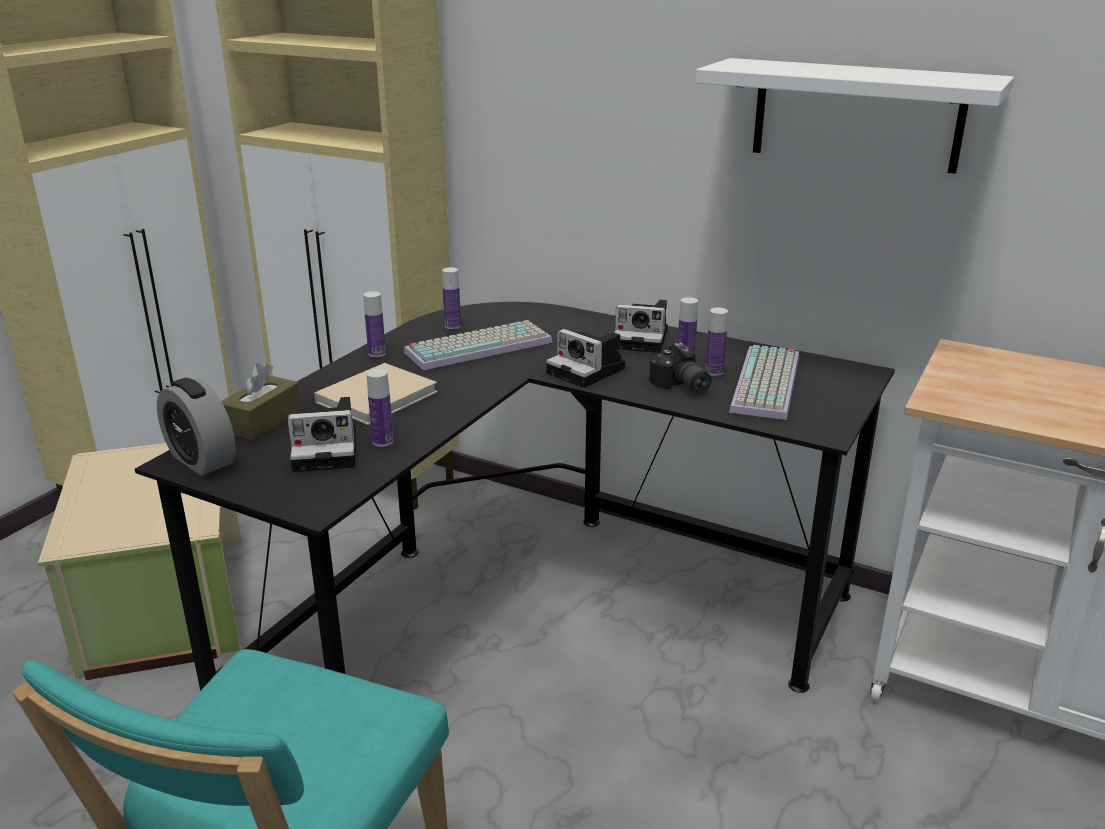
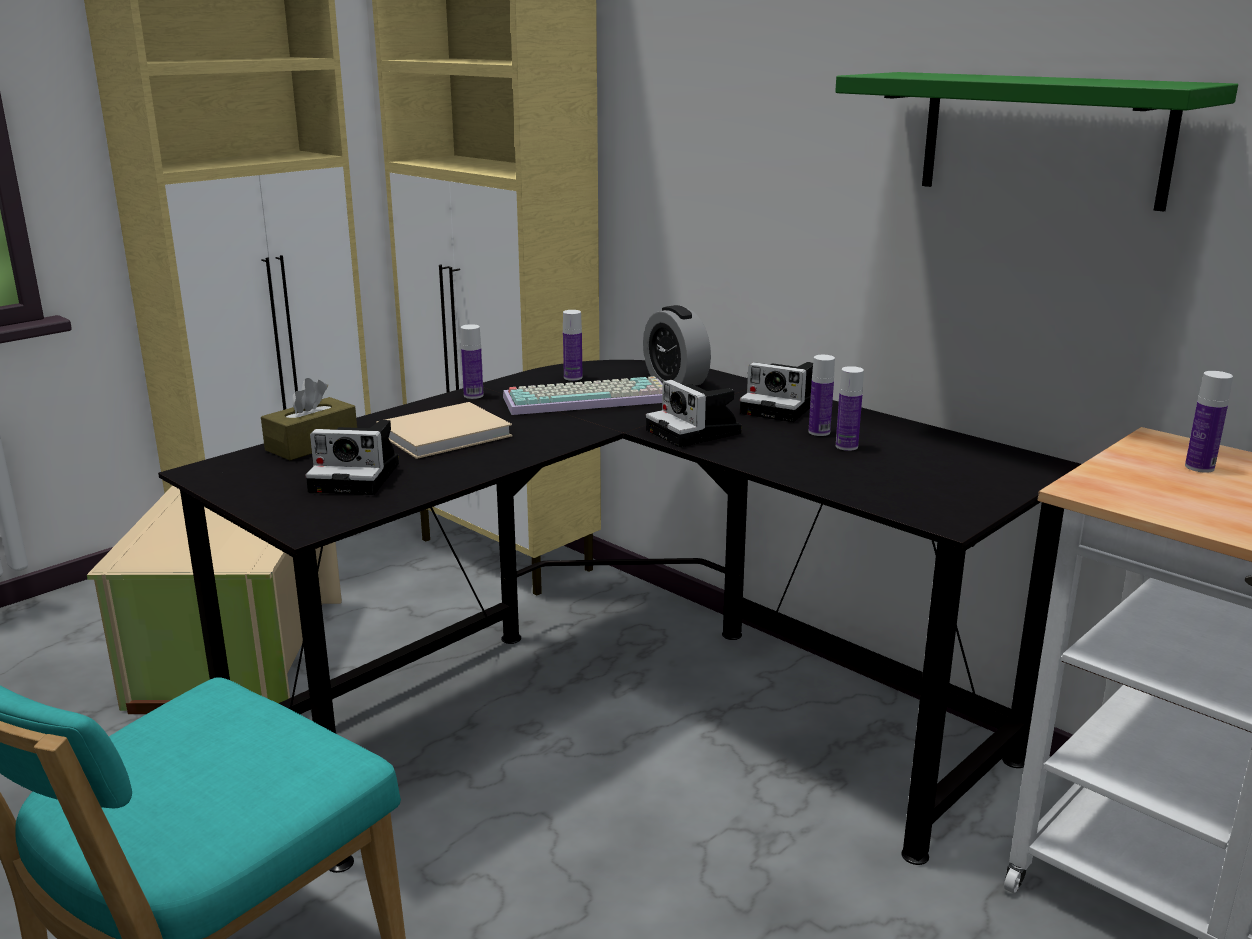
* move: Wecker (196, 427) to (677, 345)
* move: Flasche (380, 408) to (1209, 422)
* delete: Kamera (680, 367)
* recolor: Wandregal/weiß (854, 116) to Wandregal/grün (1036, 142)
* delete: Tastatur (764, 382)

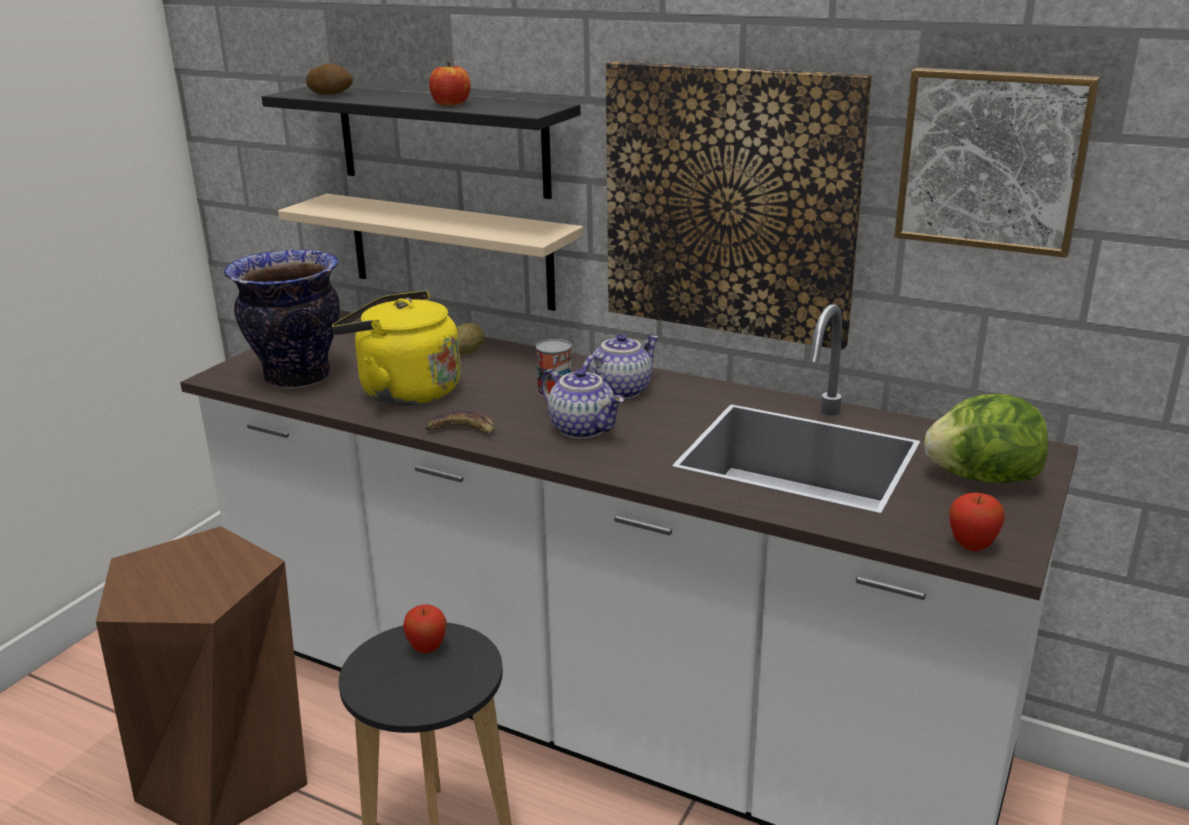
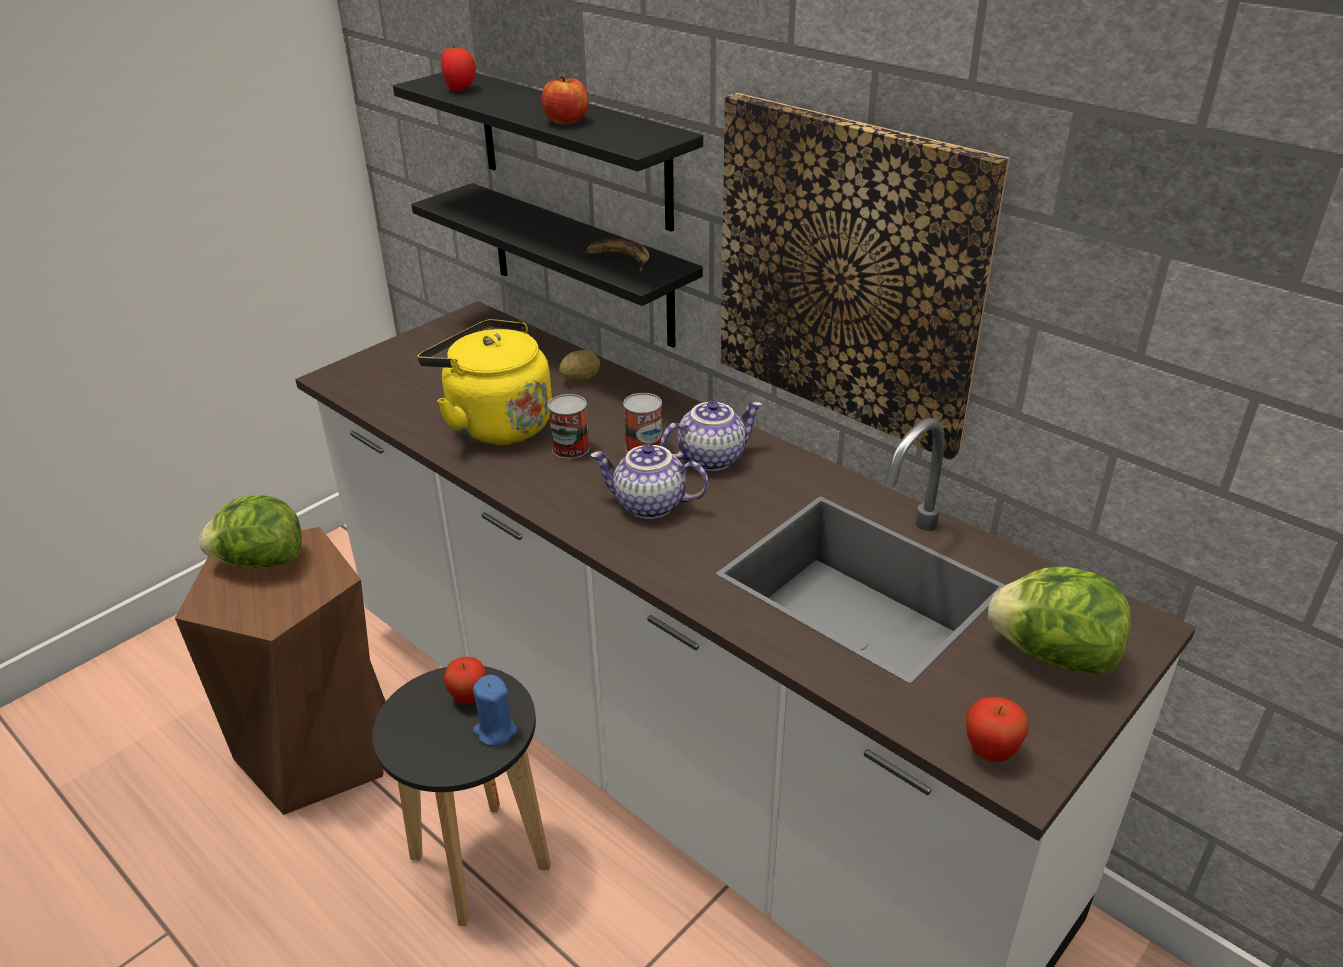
* delete: Vase (282, 319)
* recolor: Wandregal/beige (430, 252) to Wandregal/schwarz (557, 265)
* replace: Kartoffel (329, 79) to Tomate (458, 68)
* move: Banane (459, 426) to (617, 254)
* rotate: Teekanne (582, 403) = (649, 481) 135 degrees clockwise
* delete: Bild (997, 162)
* insert: Salatkopf (250, 531)
* insert: Kerze/blau (495, 710)
* insert: Dose (569, 426)

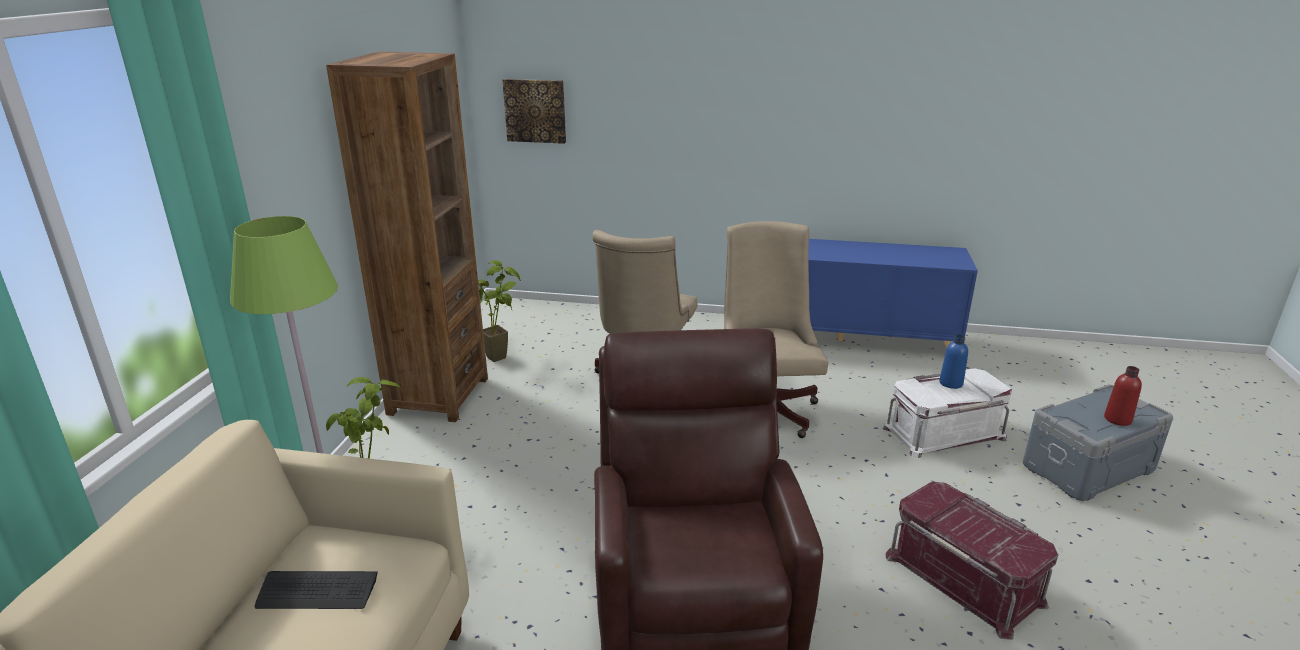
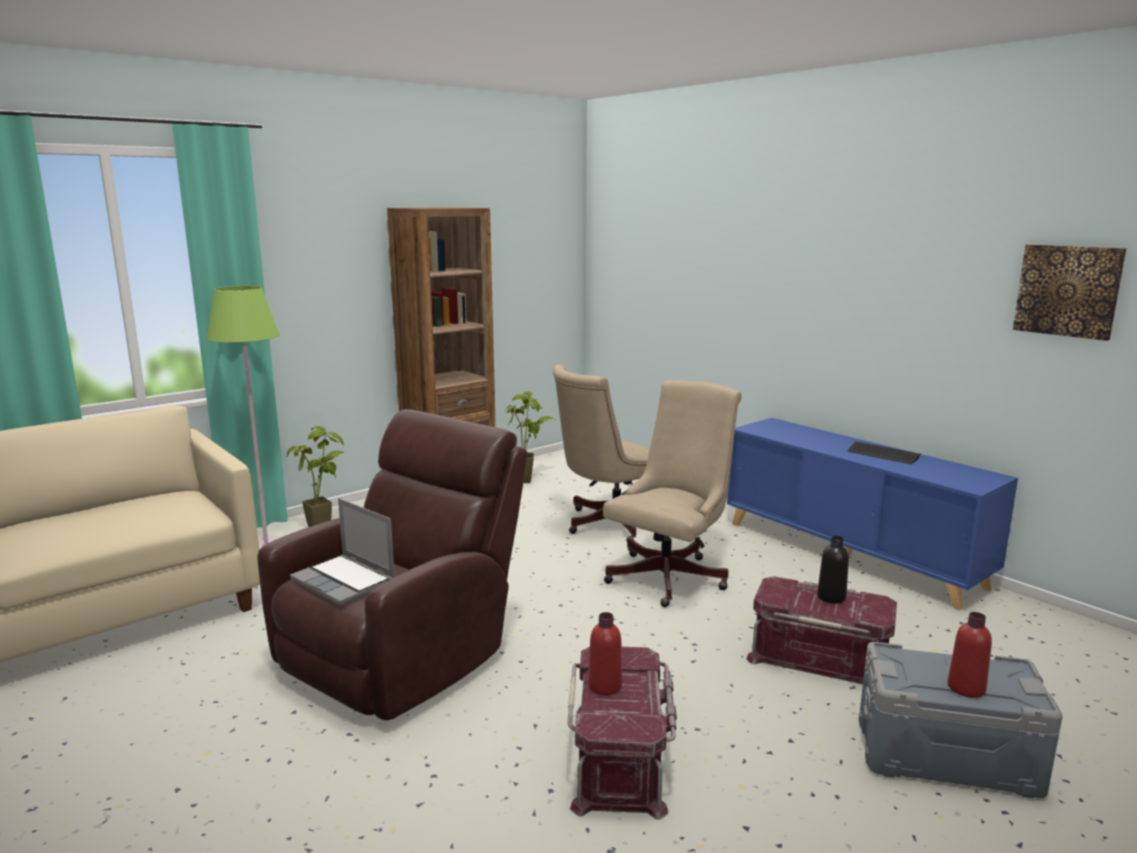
* move: Tastatur (316, 590) to (884, 452)
* move: Bild (534, 111) to (1069, 292)
* recolor: Aufbewahrungsbox/weiß (947, 413) to Aufbewahrungsbox/rot (821, 630)
* recolor: Flasche/blau (954, 361) to Flasche/schwarz (833, 569)
* insert: Laptop (342, 551)
* insert: Flasche/rot (605, 653)

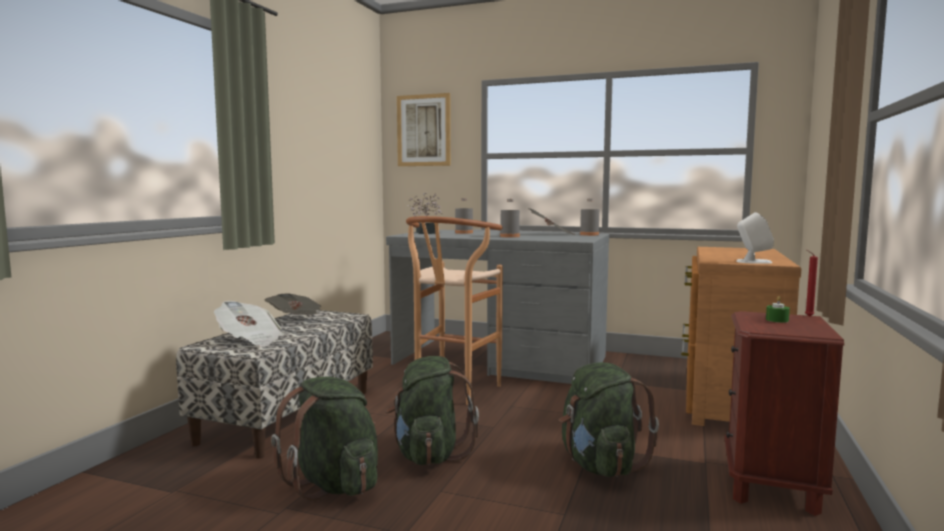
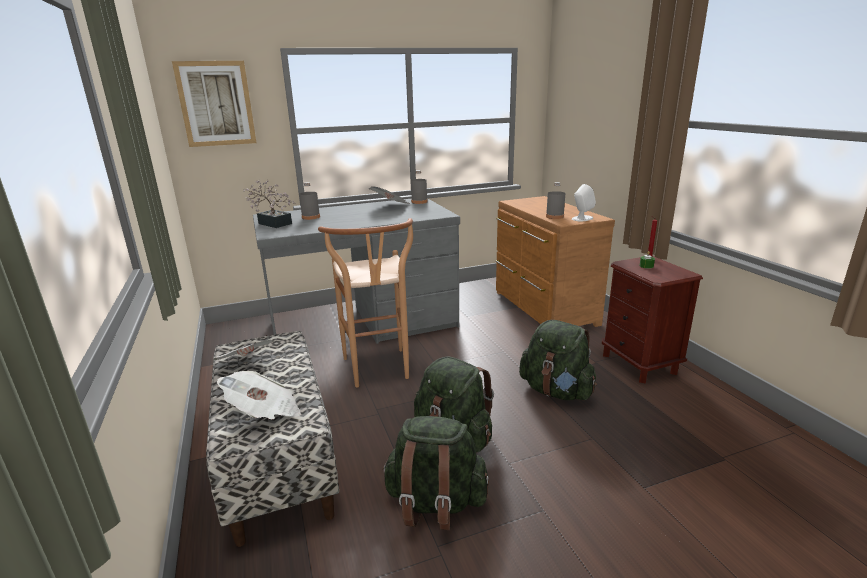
* move: Flasche/grau (510, 218) to (555, 200)

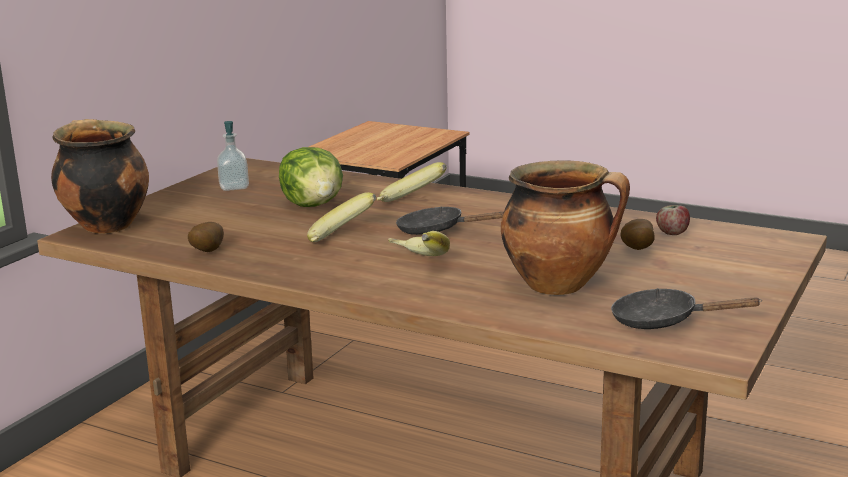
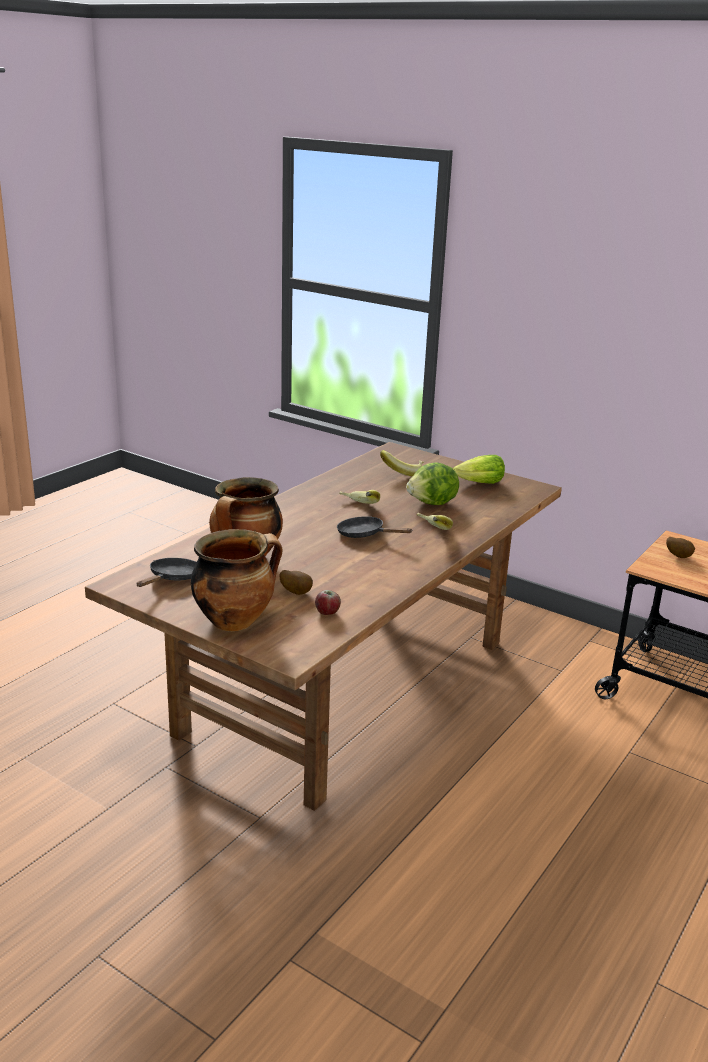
* move: Kochtopf (100, 176) to (236, 580)
* move: Kartoffel (206, 237) to (680, 547)
* replace: Seifenspender (233, 156) to Salatkopf (479, 469)
* move: Banane (419, 243) to (402, 463)
* rotate: Pfanne/schwarz (450, 220) = (375, 527) 90 degrees counterclockwise

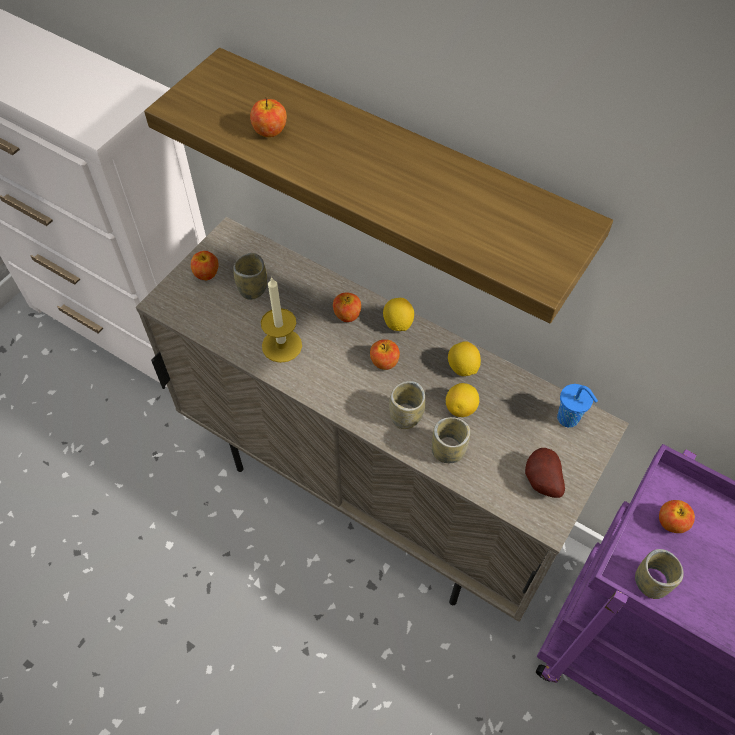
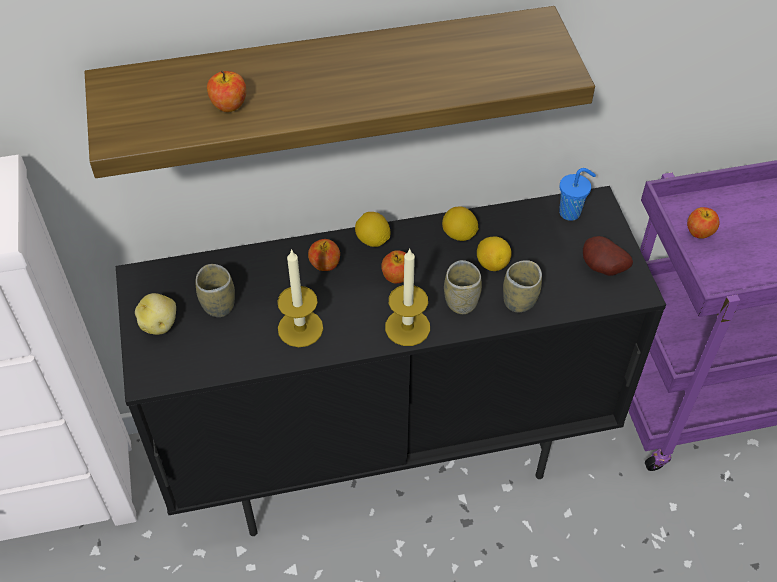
* recolor: Schrank/beige (382, 419) to Schrank/schwarz (391, 361)
* replace: Apfel (205, 265) to Kartoffel (155, 314)
* delete: Tasse (659, 574)
* insert: Kerze (407, 297)

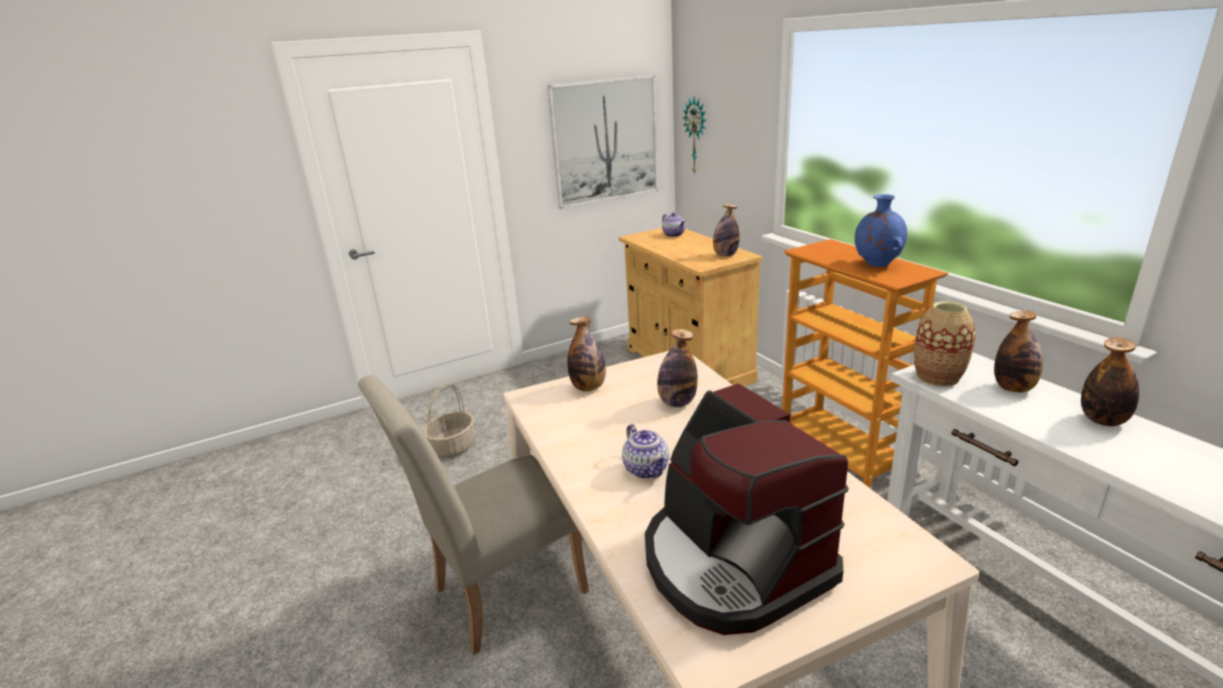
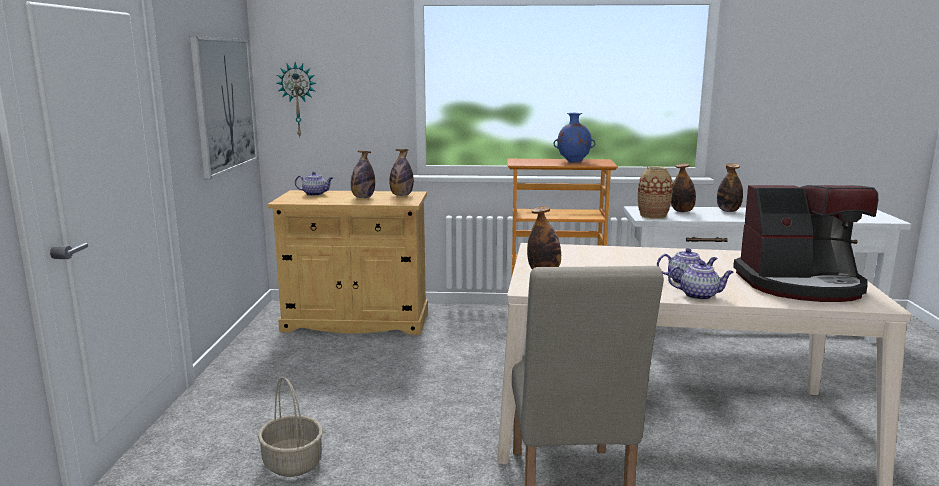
* move: Flasche (677, 368) to (363, 174)
* insert: Teekanne (701, 280)

